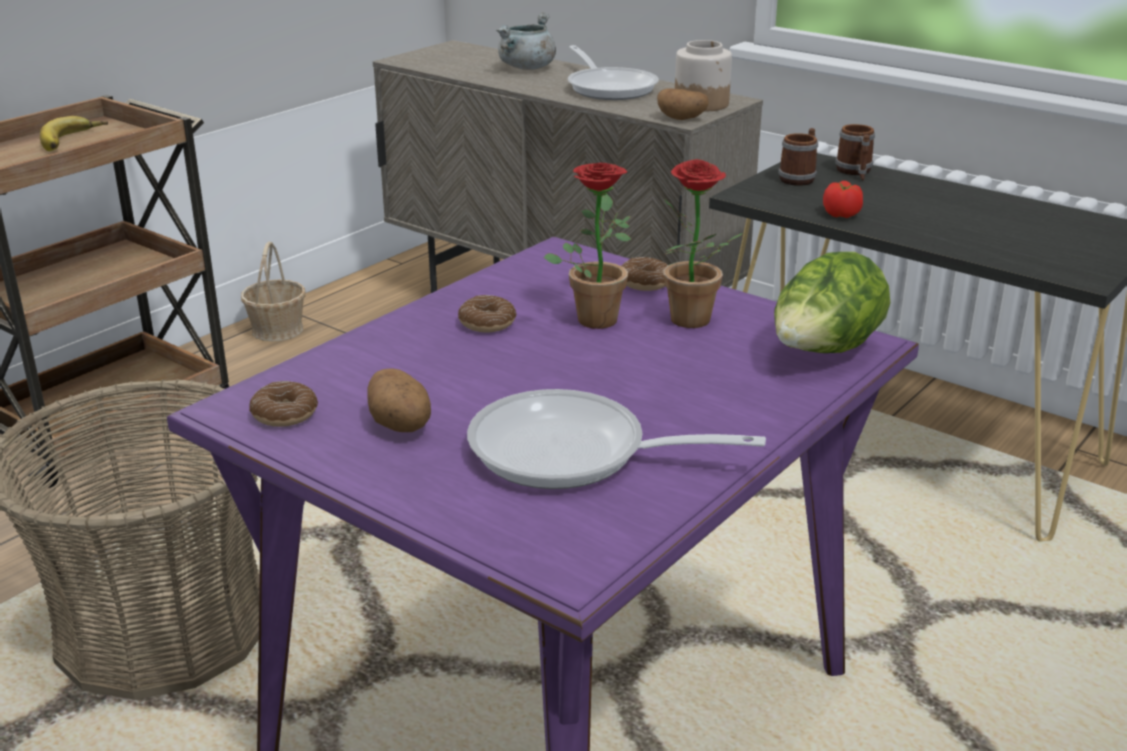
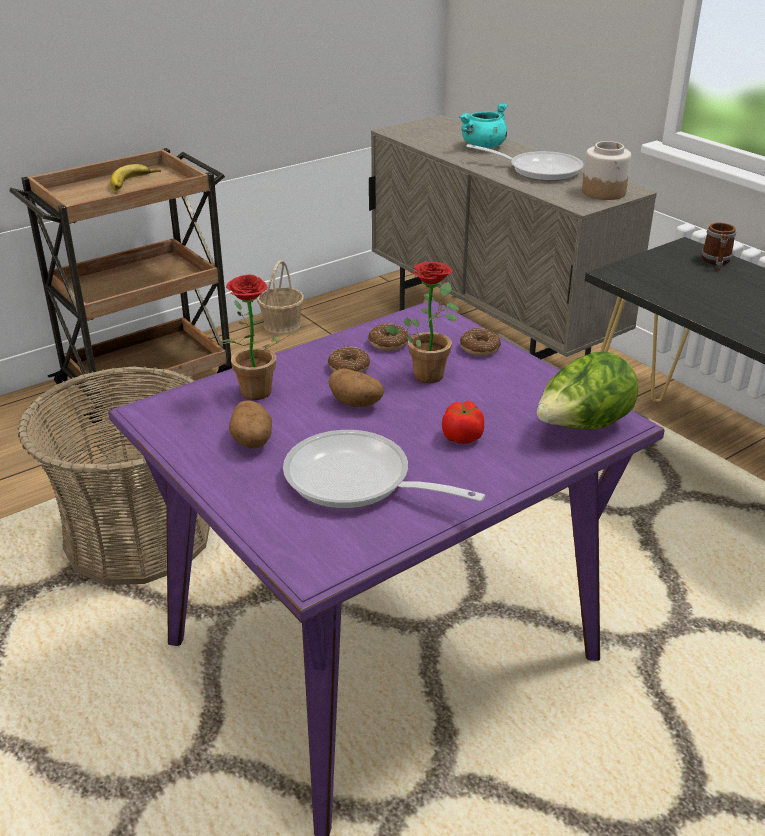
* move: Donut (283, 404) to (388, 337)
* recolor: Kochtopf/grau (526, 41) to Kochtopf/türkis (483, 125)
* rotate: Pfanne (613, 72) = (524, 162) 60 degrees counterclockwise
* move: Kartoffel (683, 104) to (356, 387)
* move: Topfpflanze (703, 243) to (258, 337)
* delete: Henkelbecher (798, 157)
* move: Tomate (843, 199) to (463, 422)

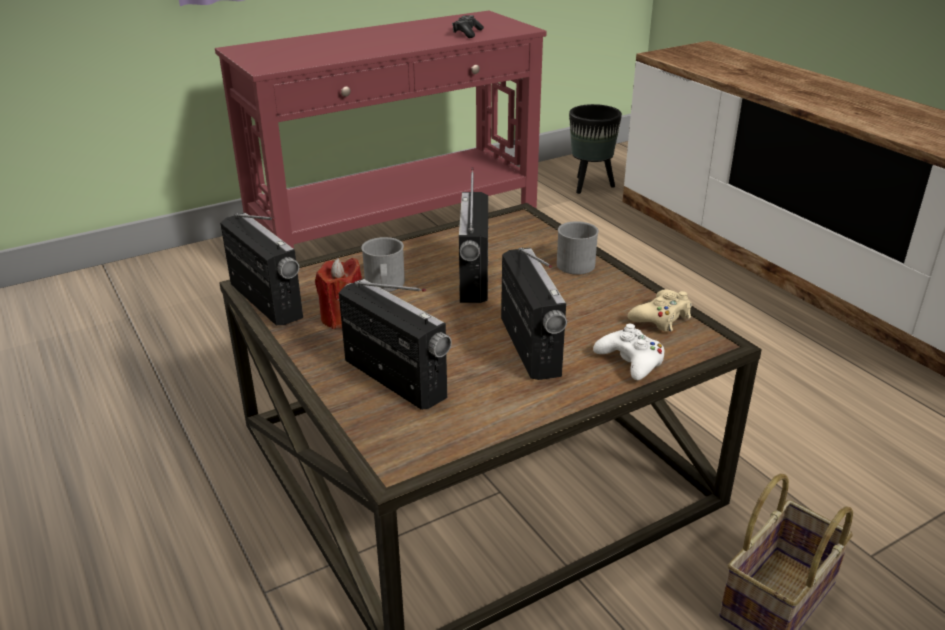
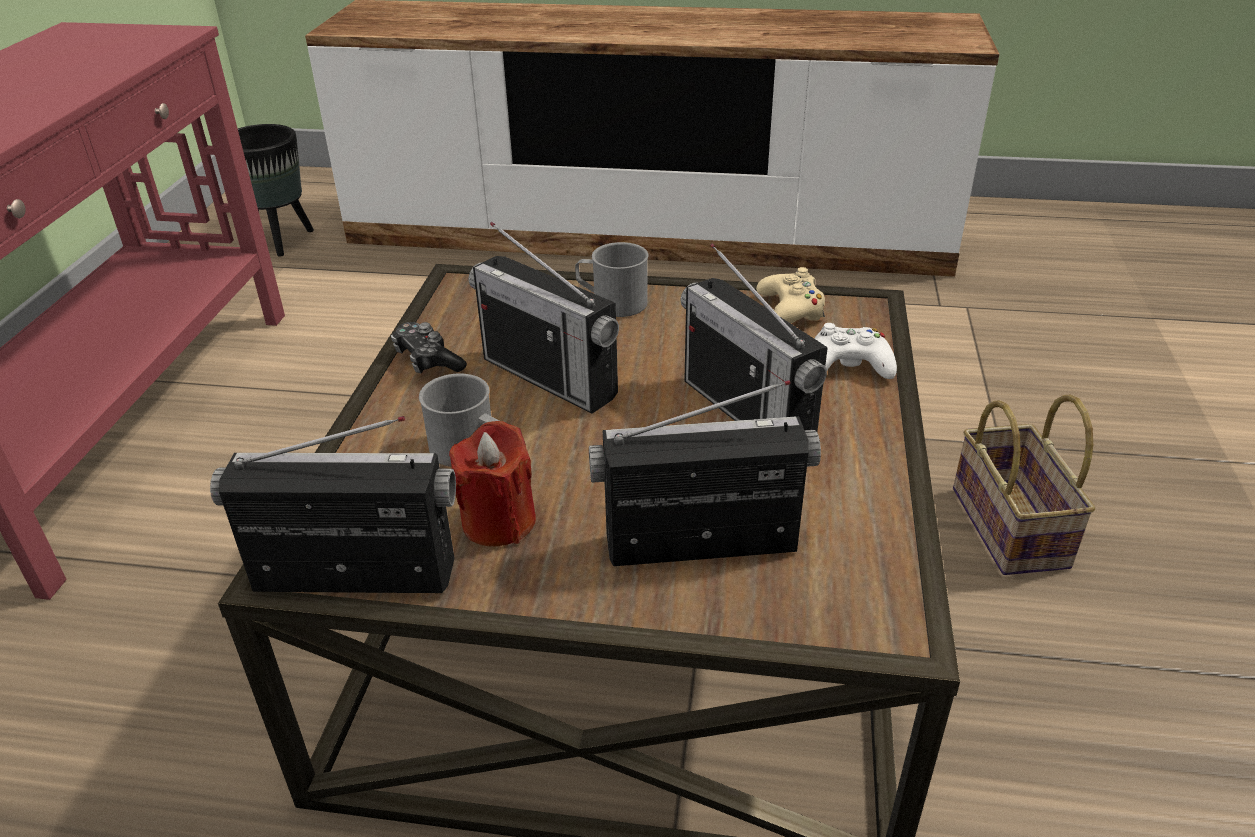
* move: Gamepad (468, 26) to (429, 347)
* rotate: Radio (534, 313) = (754, 337) 150 degrees counterclockwise

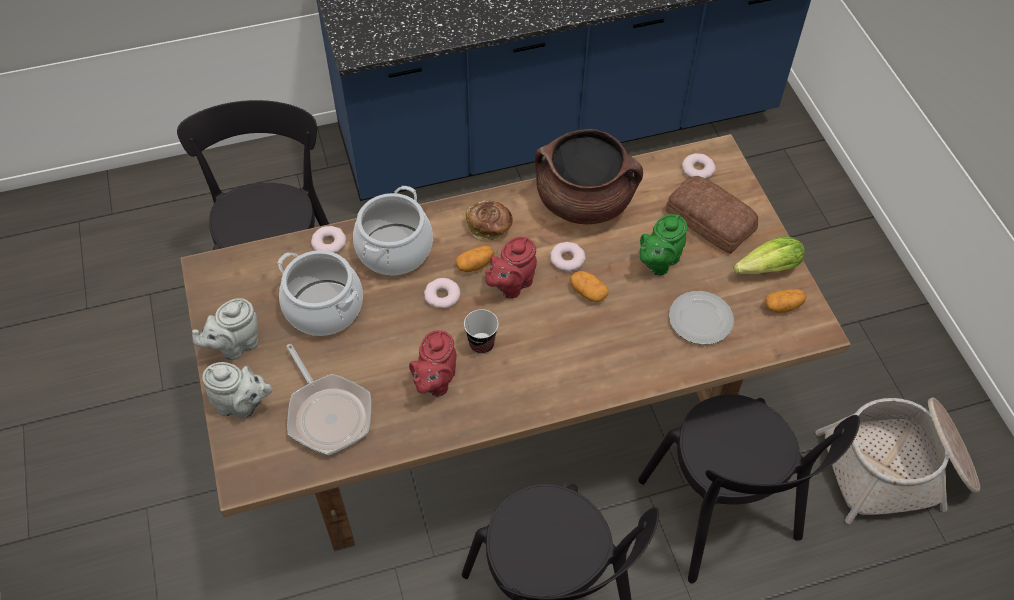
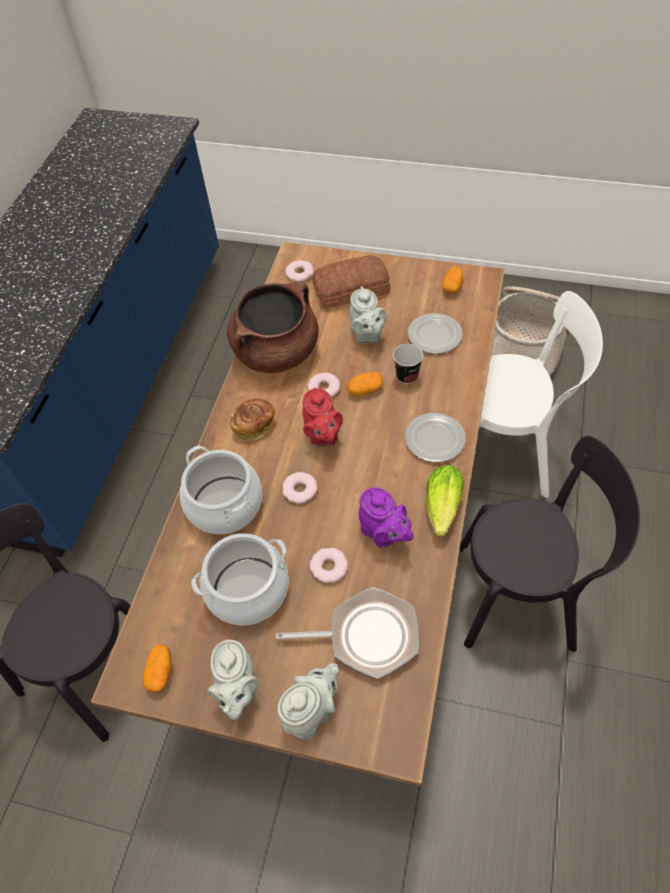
* move: Donut (328, 239) to (329, 565)
* recolor: Teekanne/rot (433, 363) to Teekanne/lila (386, 517)
* move: Kartoffel (474, 259) to (157, 669)
* move: Tasse (481, 331) to (408, 364)
* recolor: Stuhl/schwarz (749, 489) to Stuhl/weiß (541, 394)
* recolor: Teekanne/grün (664, 244) to Teekanne/grau (368, 315)
* move: Salatkopf (769, 255) to (444, 500)
* insert: Teller (435, 437)

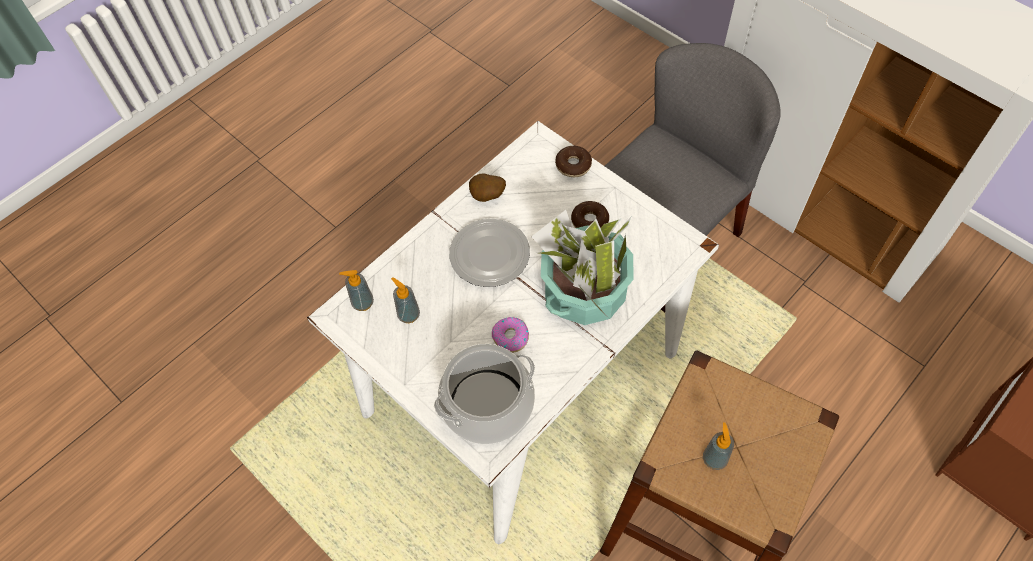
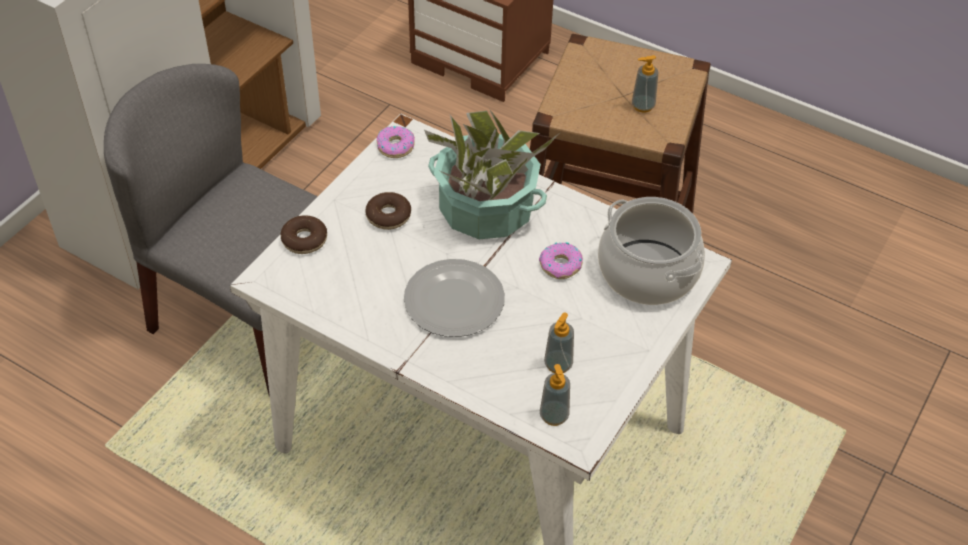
* delete: Kartoffel (487, 187)
* insert: Donut (395, 142)

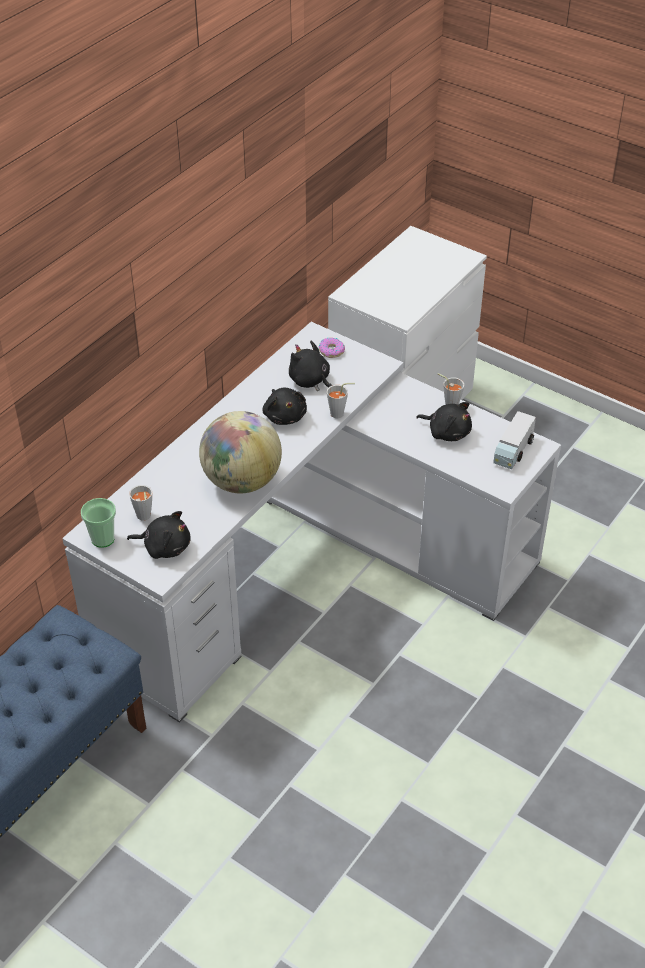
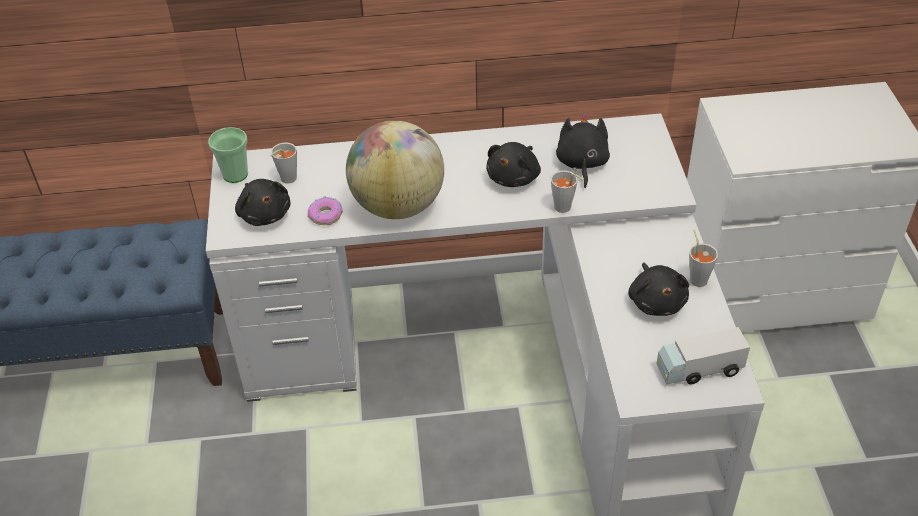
* move: Donut (332, 347) to (325, 210)

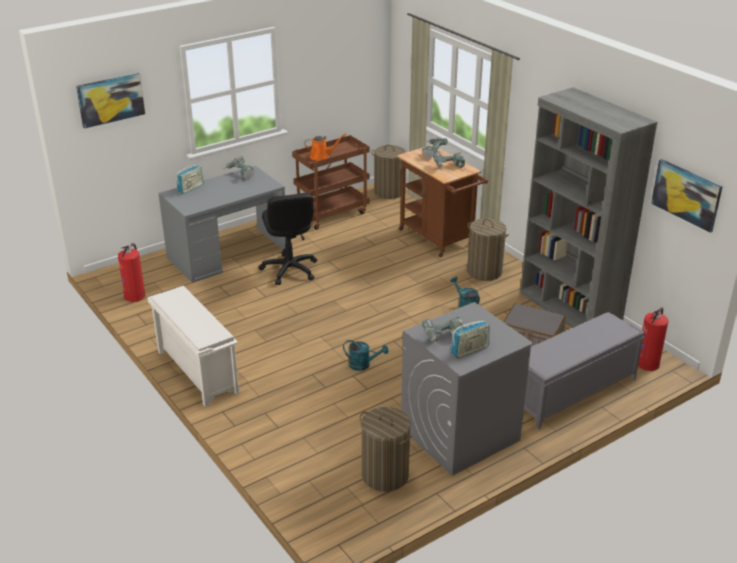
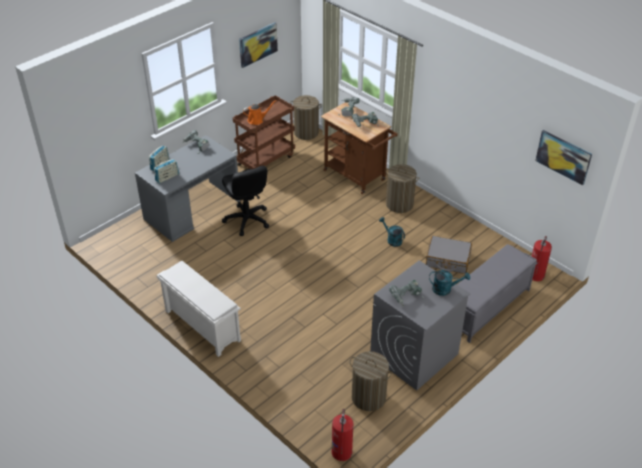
* move: Bild (110, 101) to (258, 45)
* move: Feuerlöscher (132, 272) to (342, 435)
* move: Gießkanne/türkis (365, 355) to (449, 283)
* move: Radio (470, 339) to (166, 171)
* delete: Bücherregal/grau (588, 207)

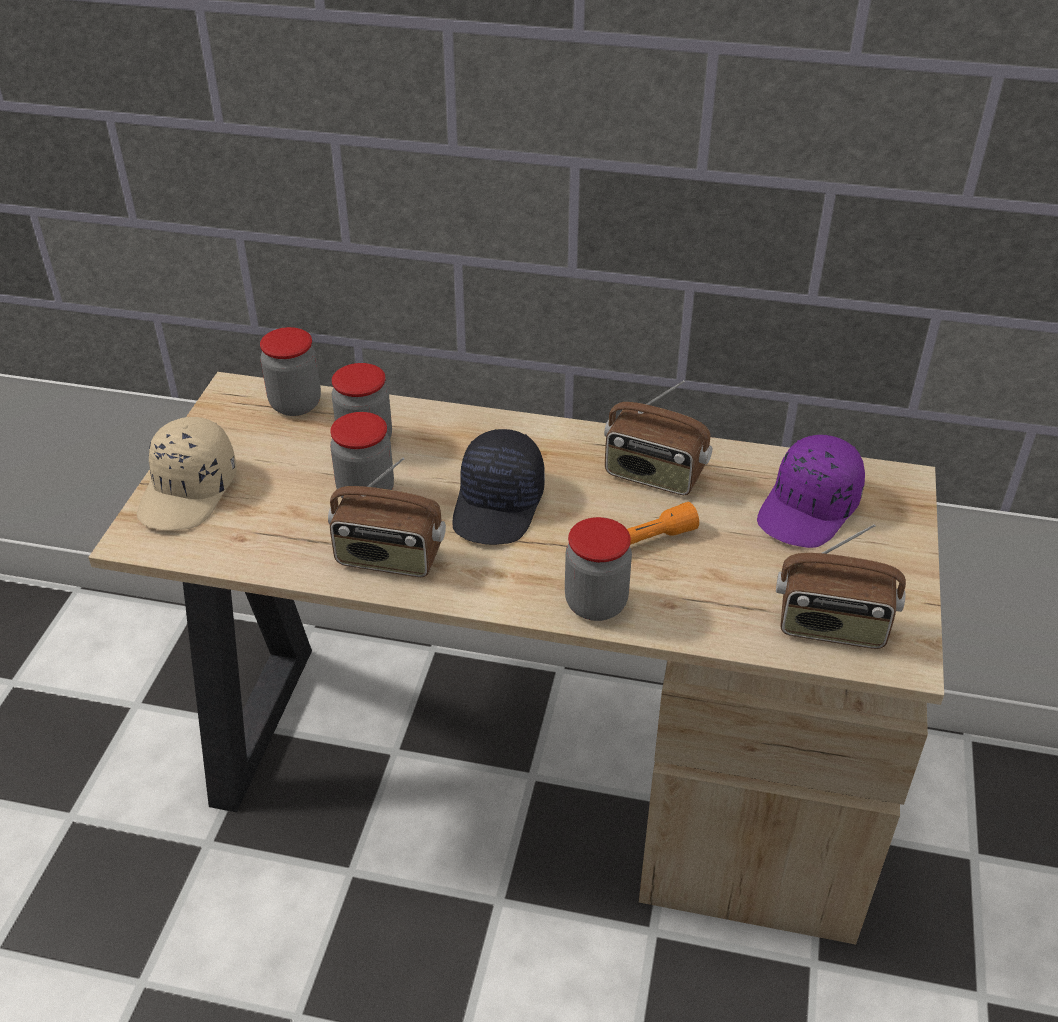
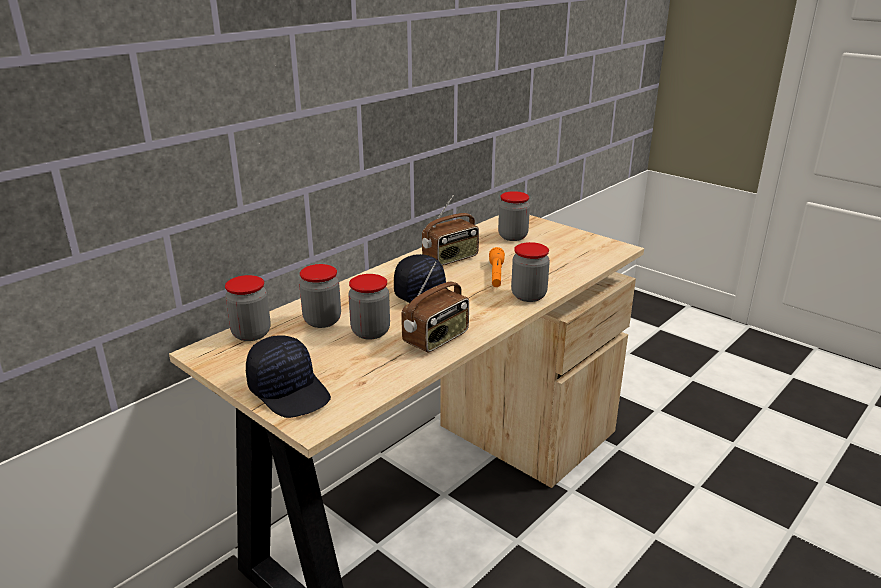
* recolor: Kappe/beige (187, 473) to Kappe/schwarz (288, 376)
* replace: Kappe/lila (811, 491) to Vorratsglas (514, 216)
* delete: Radio (841, 586)

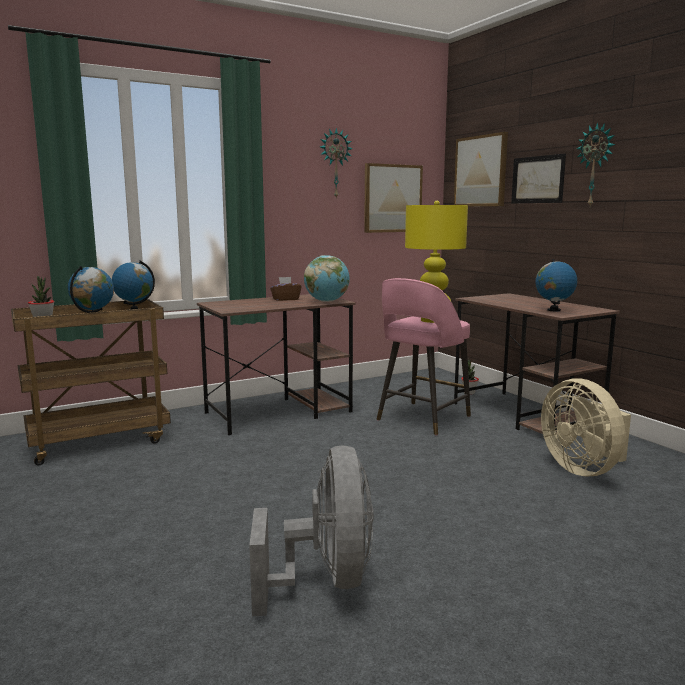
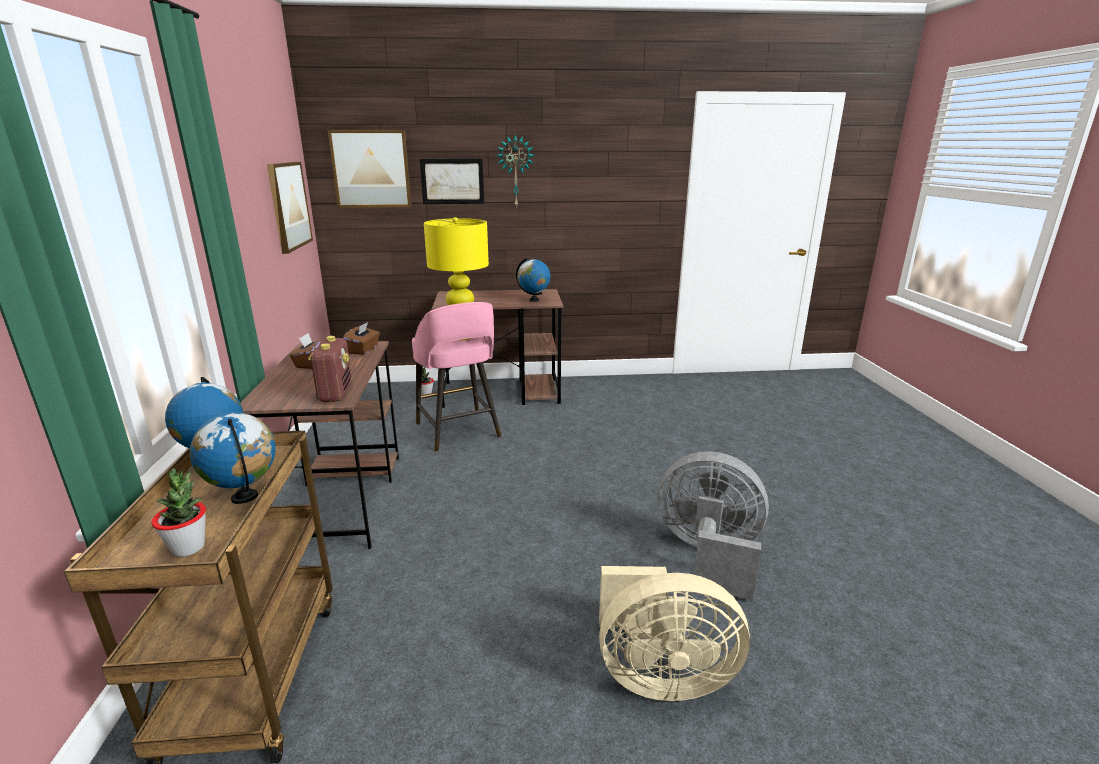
* replace: Globus (327, 278) to Taschentuchbox/braun (361, 338)
* delete: Wanduhr (336, 163)
* move: Ventilator/beige (586, 428) to (674, 633)
* insert: Radio (330, 369)

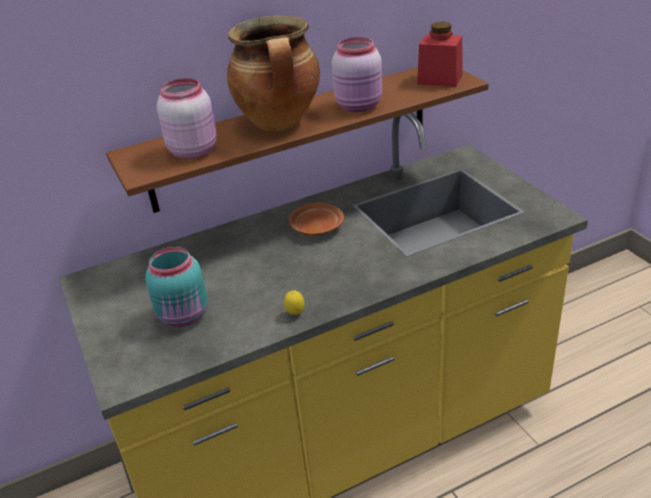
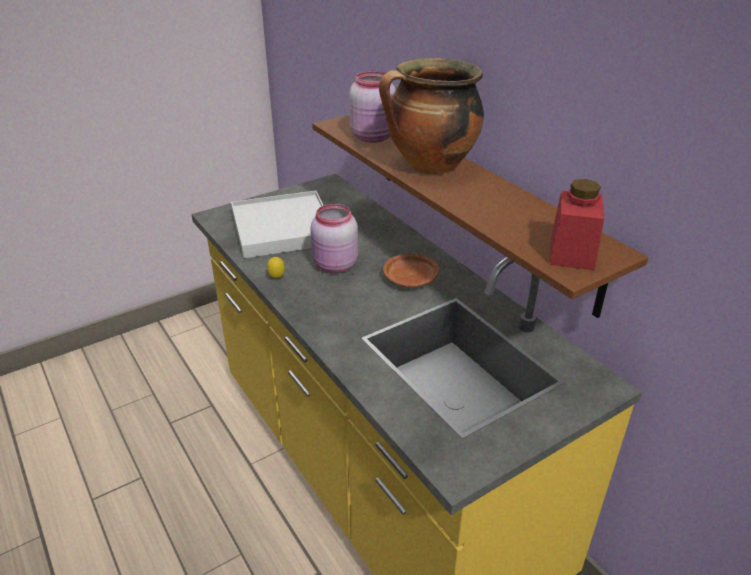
* replace: Vorratsglas/türkis (176, 287) to Tablett/weiß (277, 224)
* move: Vorratsglas/rosa (357, 74) to (334, 238)

